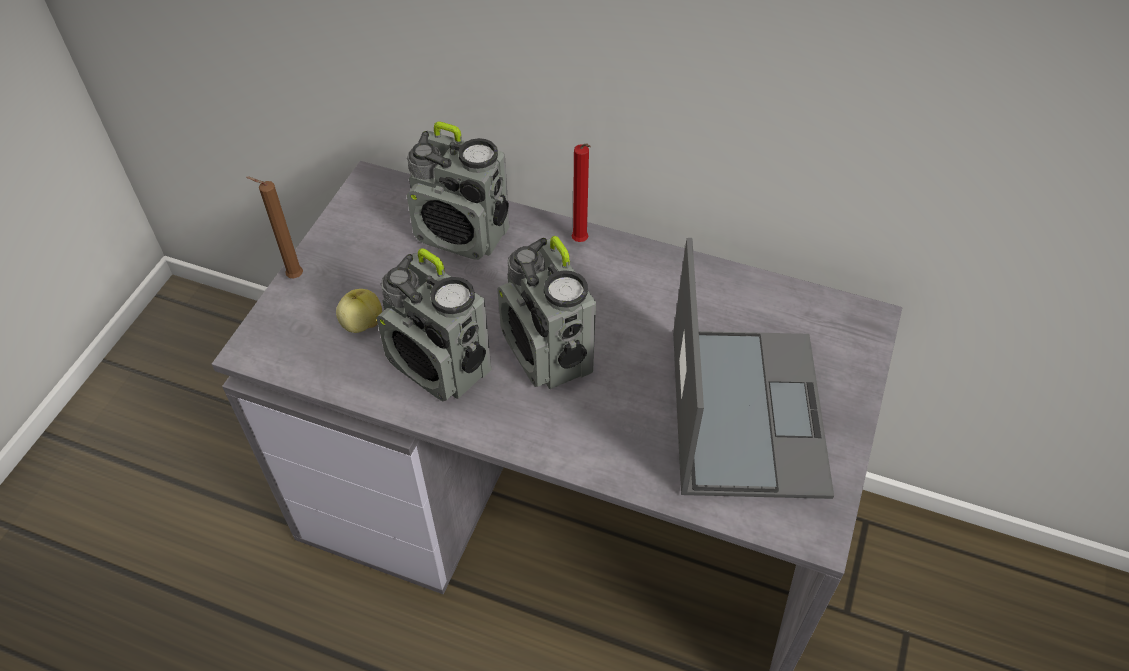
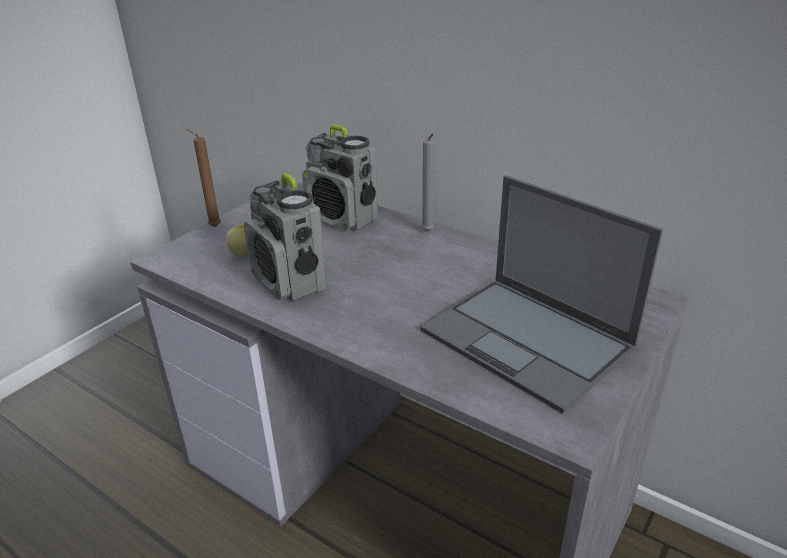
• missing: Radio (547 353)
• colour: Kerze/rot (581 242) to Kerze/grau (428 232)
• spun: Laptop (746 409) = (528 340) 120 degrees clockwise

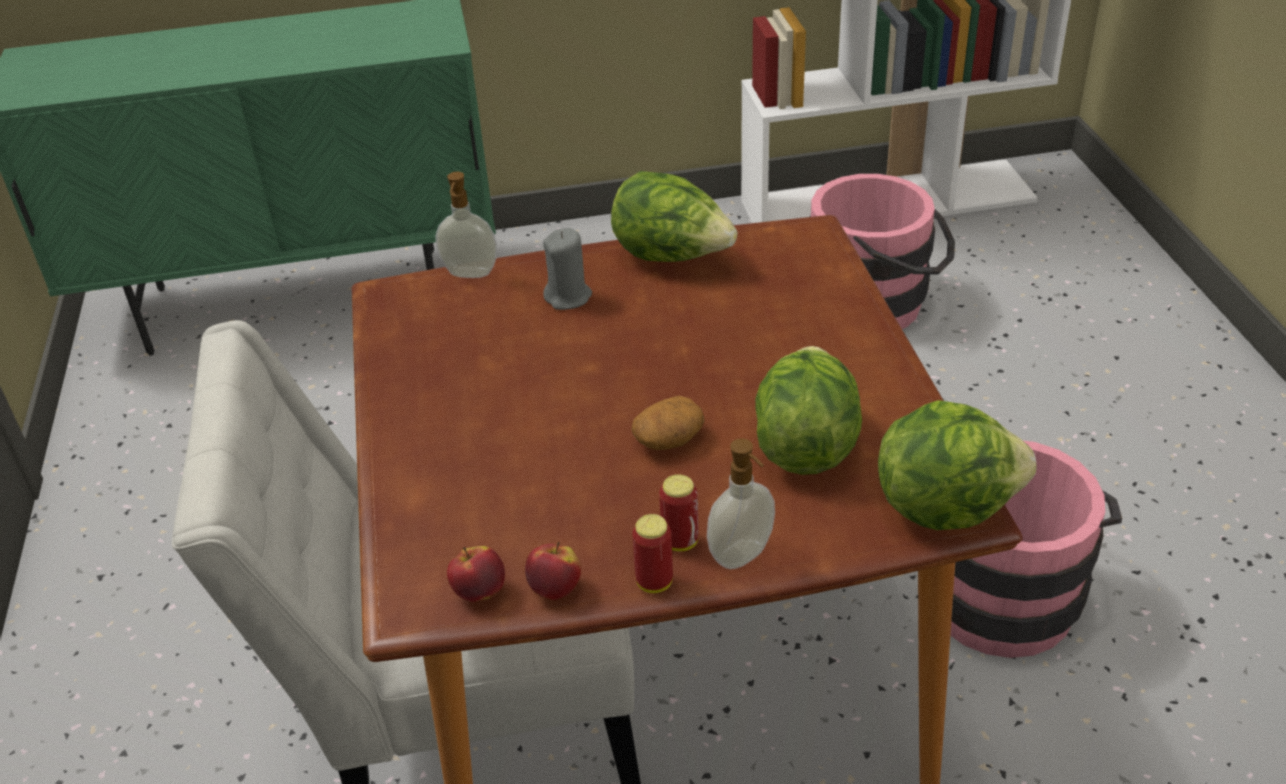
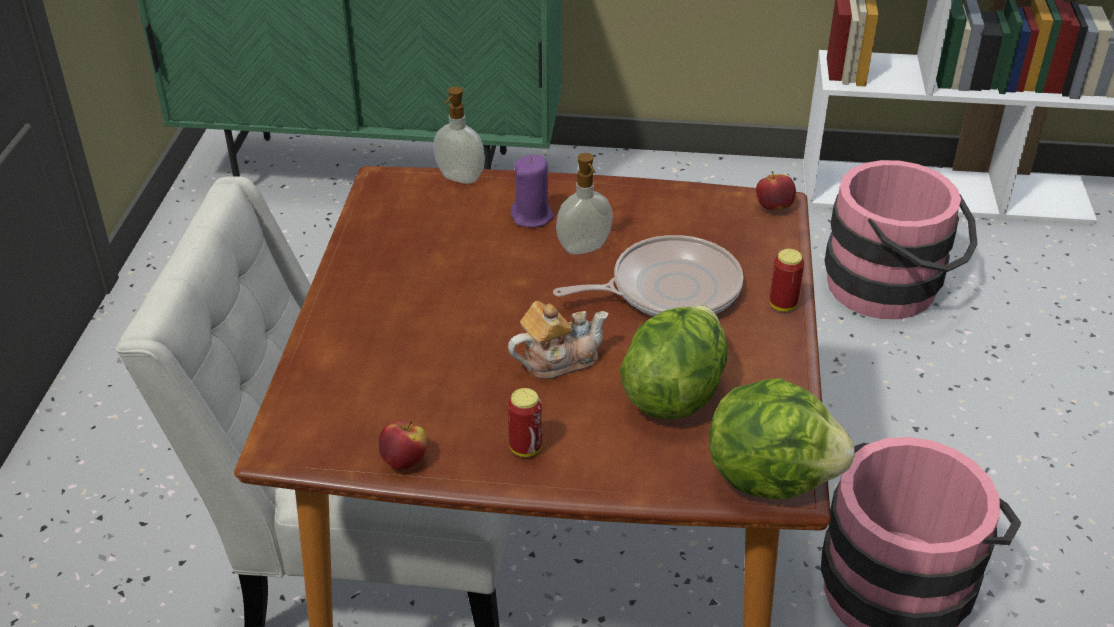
• relocated: Apfel (479 592) to (773 207)
• colour: Kerze/grau (568 297) to Kerze/lila (532 217)
• missing: Salatkopf (672 257)
• exchanged: Kartoffel (668 440) to Teekanne (558 360)
• relocated: Dose (654 582) to (783 305)
• relocated: Seifenspender (742 555) to (584 249)
• appeared: Pfanne (668 289)

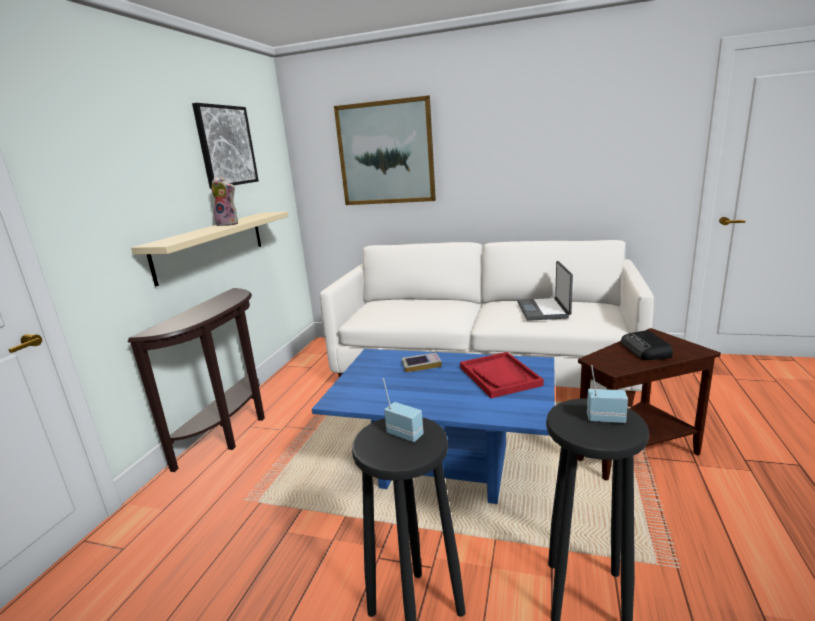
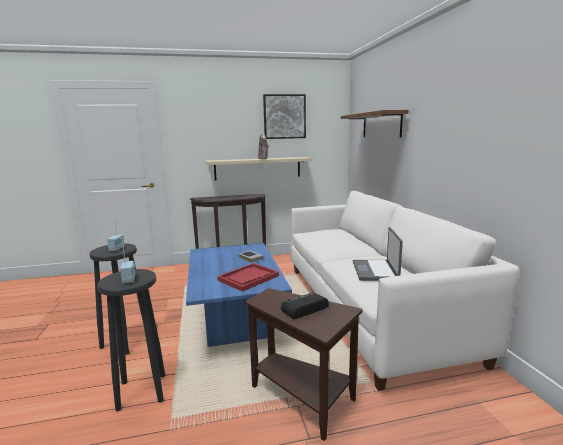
• exchanged: Bild (386 153) to Wandregal (381 125)
• spun: Laptop (544 310) = (375 271) 60 degrees counterclockwise

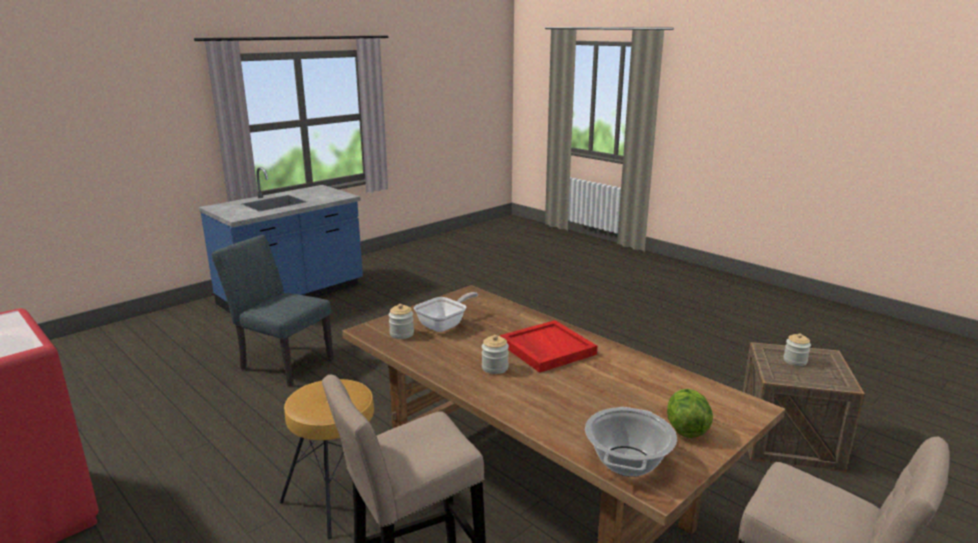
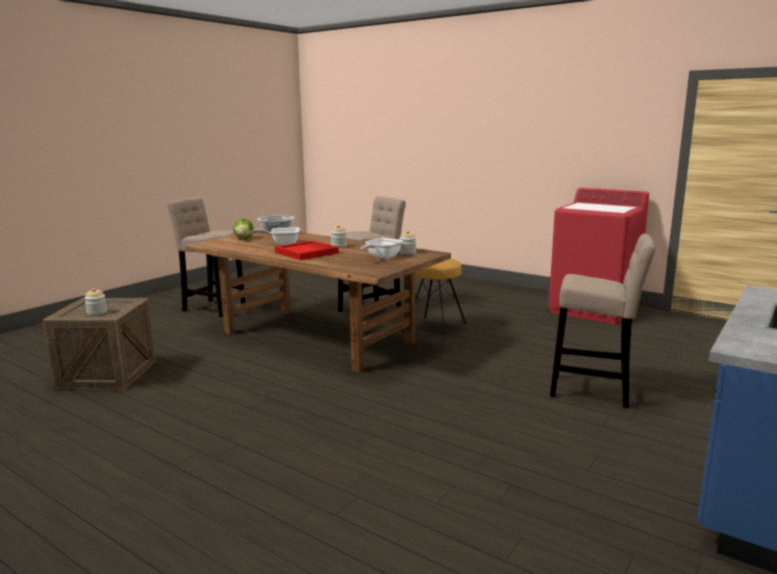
• exchanged: Stuhl/grau (282 362) to Hocker/beige (595 391)
• appeared: Pfanne (282 244)

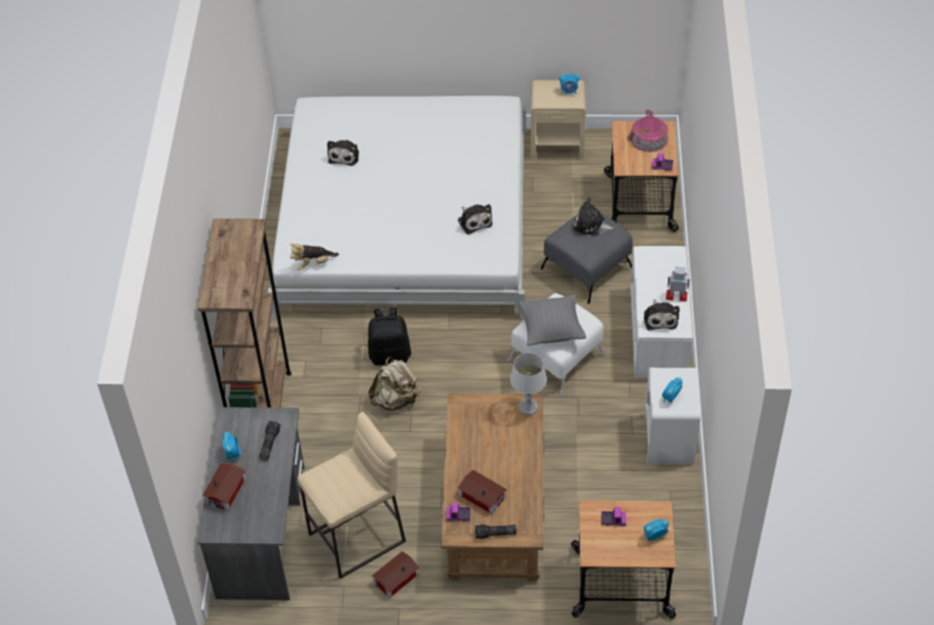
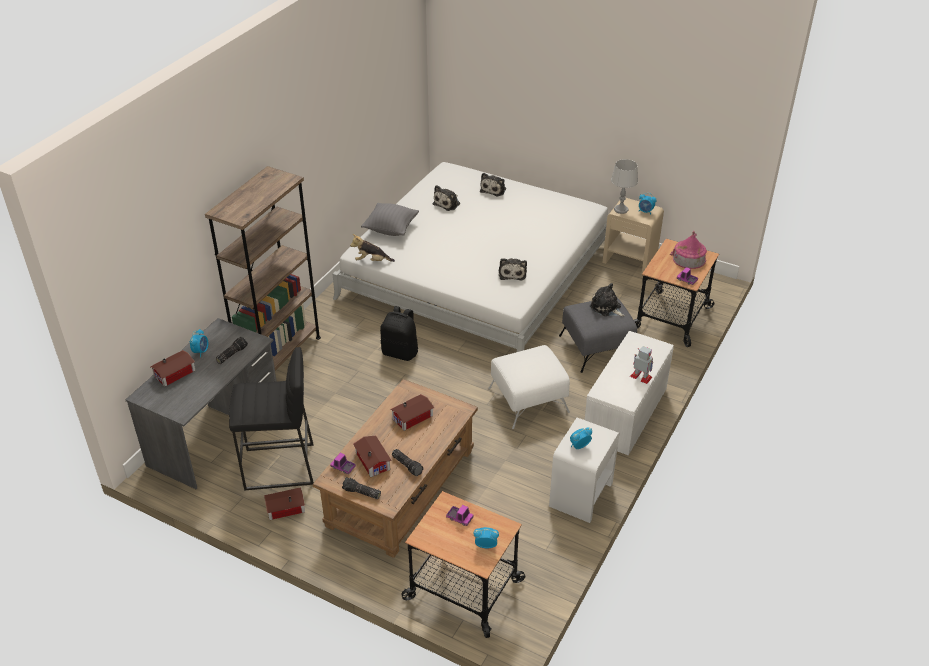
• colour: Hocker/beige (357 538) to Hocker/schwarz (279 467)
• missing: Rucksack/beige (396 399)
• relocated: Tischlampe/grau (528 407) to (620 209)
• relocated: Kissen/grau (551 330) to (391 229)
• relocated: Plüschtier (660 318) to (494 189)
• appeared: Spielzeughaus (414 417)
• appeared: Taschenlampe (407 465)

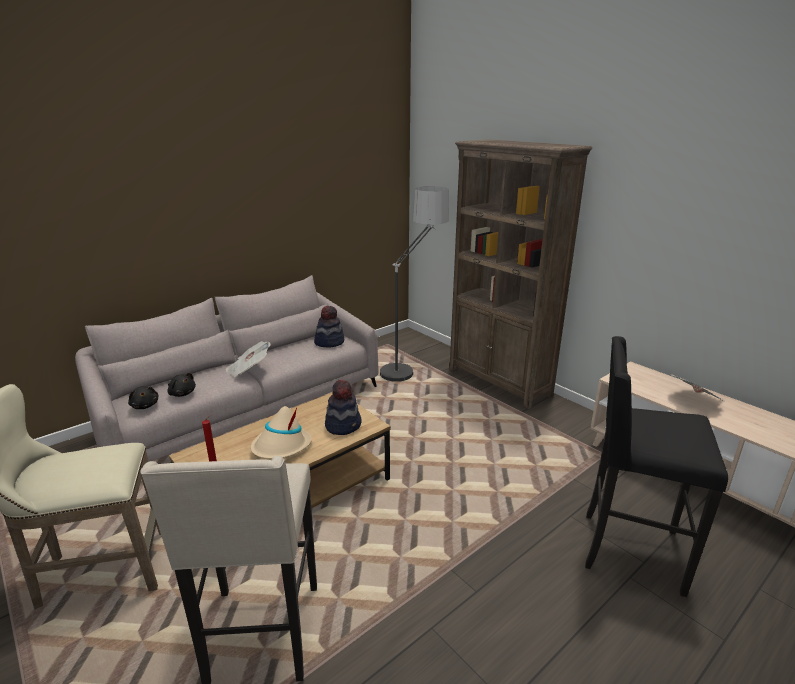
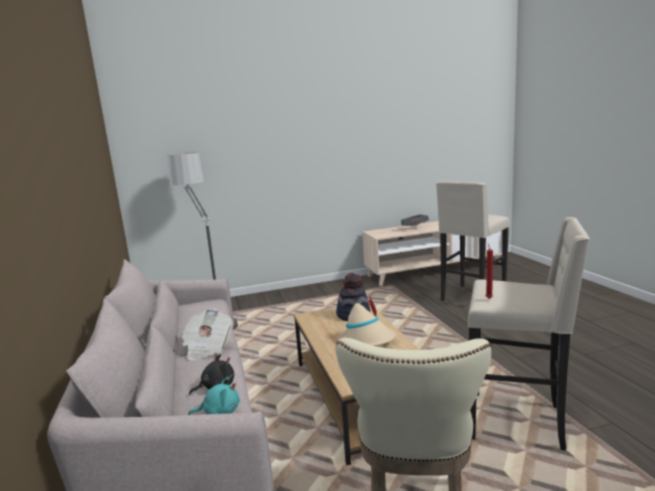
• colour: Plüschtier/schwarz (145 405) to Plüschtier/türkis (219 412)
• missing: Hut (329 342)
• missing: Bücherregal/braun (499 382)
• colour: Hocker/schwarz (628 550) to Hocker/beige (471 297)

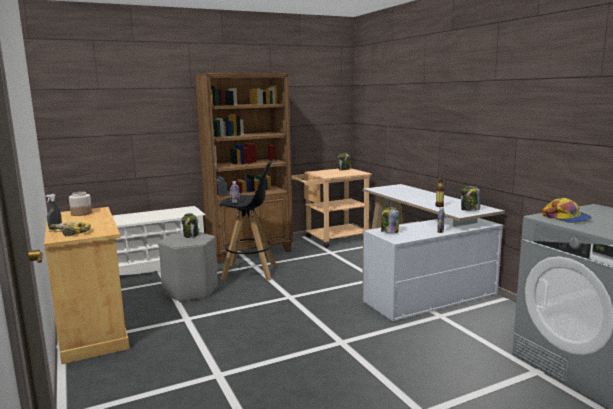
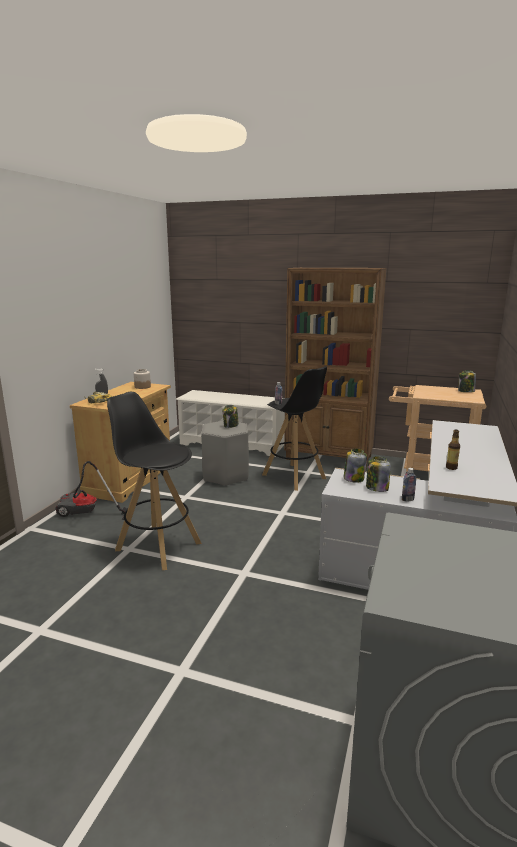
• relocated: Vorratsglas (469 210) to (376 488)
• missing: Kappe (566 218)
• appeared: Staubsauger (87 514)
• appeared: Hocker/schwarz (157 546)

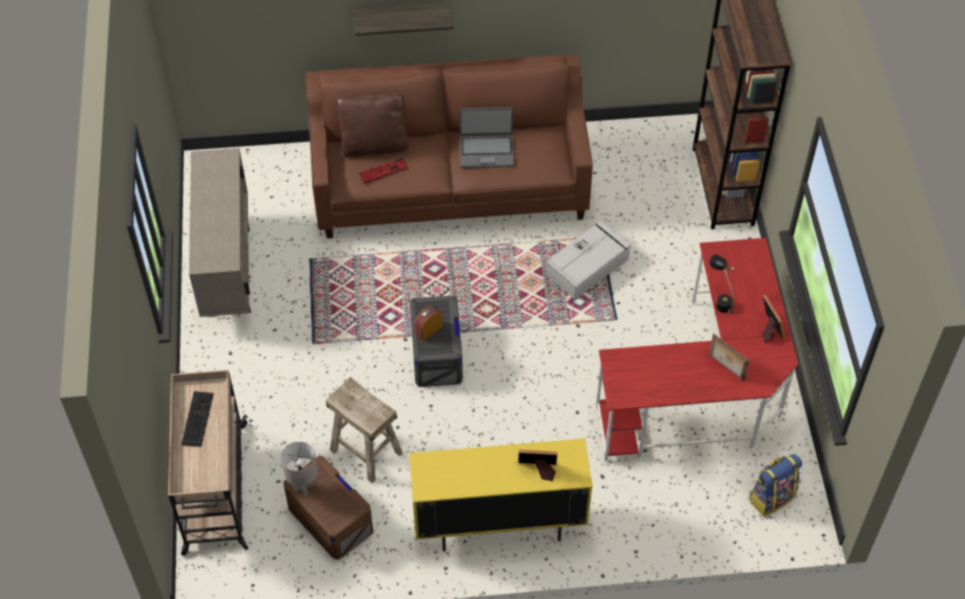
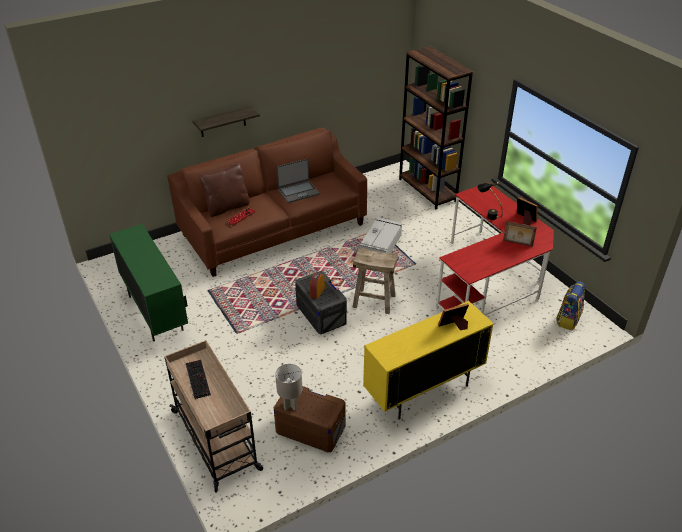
• colour: Schrank/beige (228 272) to Schrank/grün (155 313)
• relocated: Hocker/beige (365 451) to (373 301)

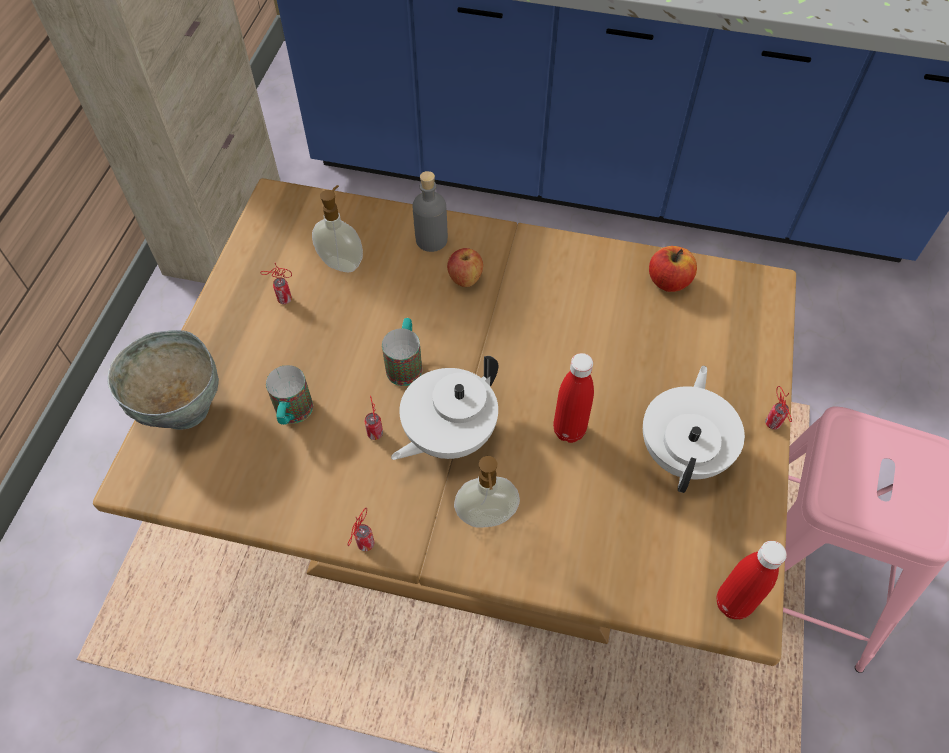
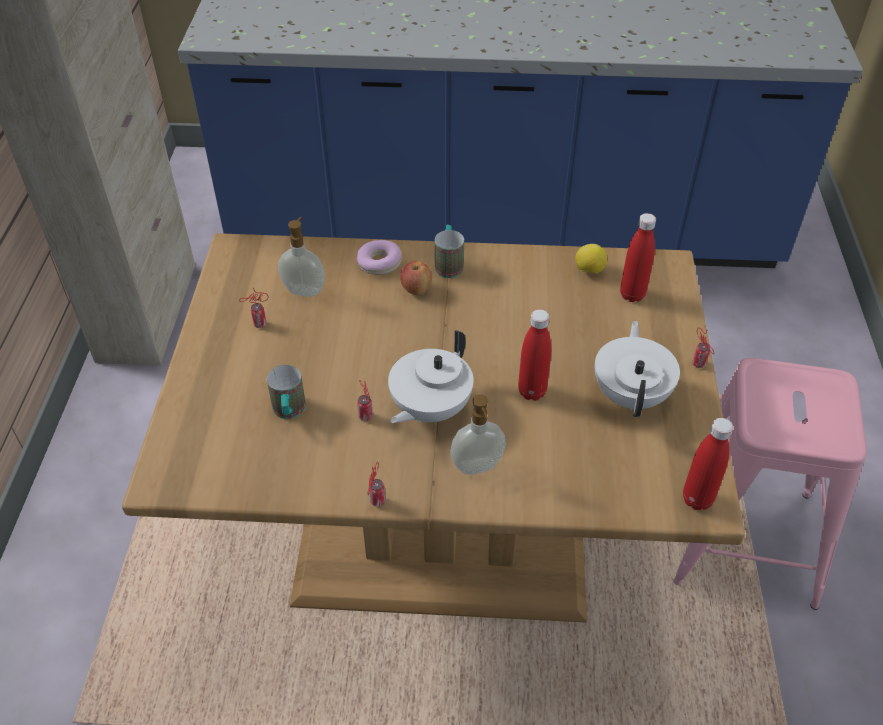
• missing: Schüssel/grau (183 410)
• relocated: Henkelbecher (405 363) to (448 264)
• exchanged: Flasche/grau (431 239) to Donut (379 263)
• exchanged: Apfel (668 281) to Zitrone (589 270)
• appeared: Flasche/rot (632 295)

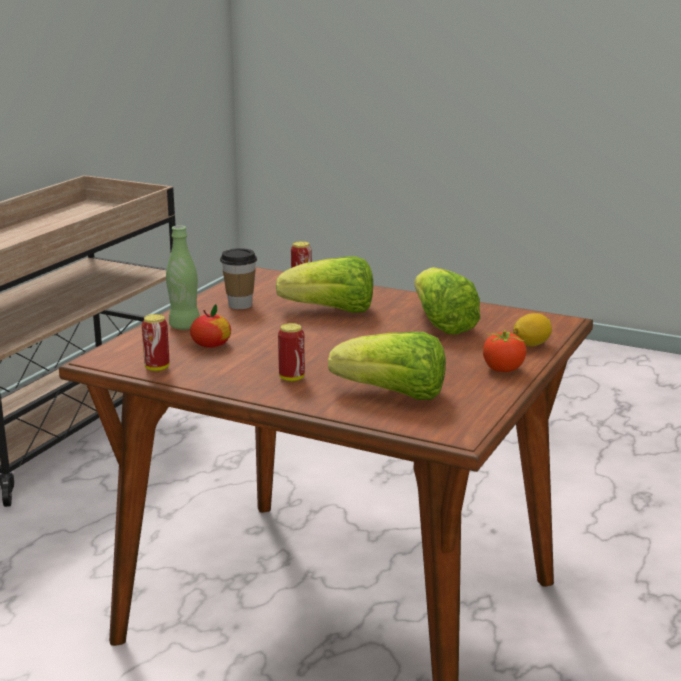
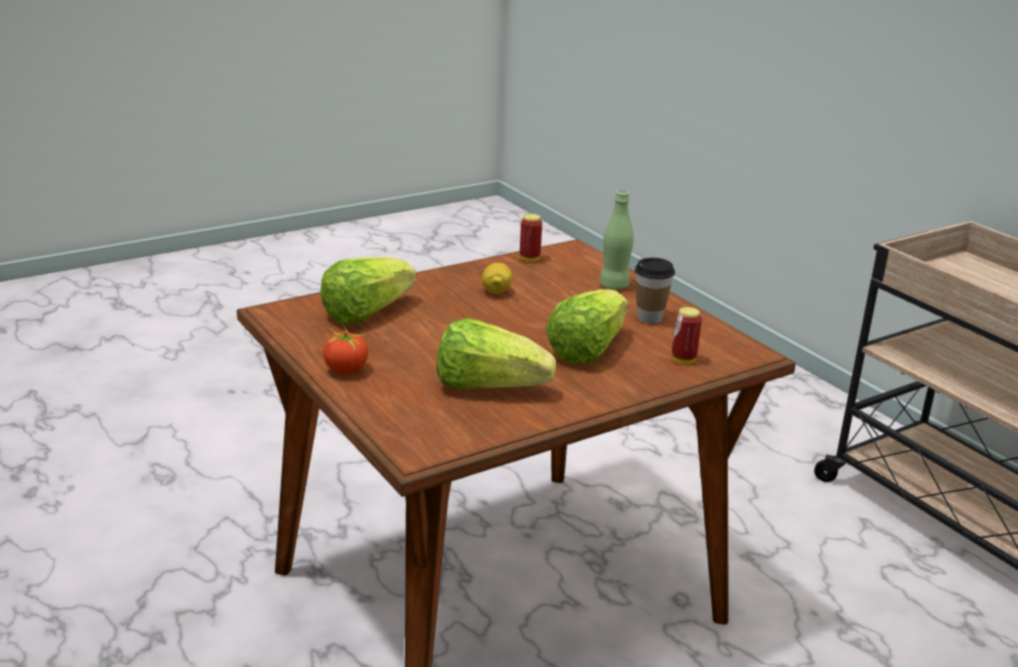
• missing: Apfel (211 344)
• missing: Dose (291 378)
• relocated: Zitrone (531 344) to (496 291)

